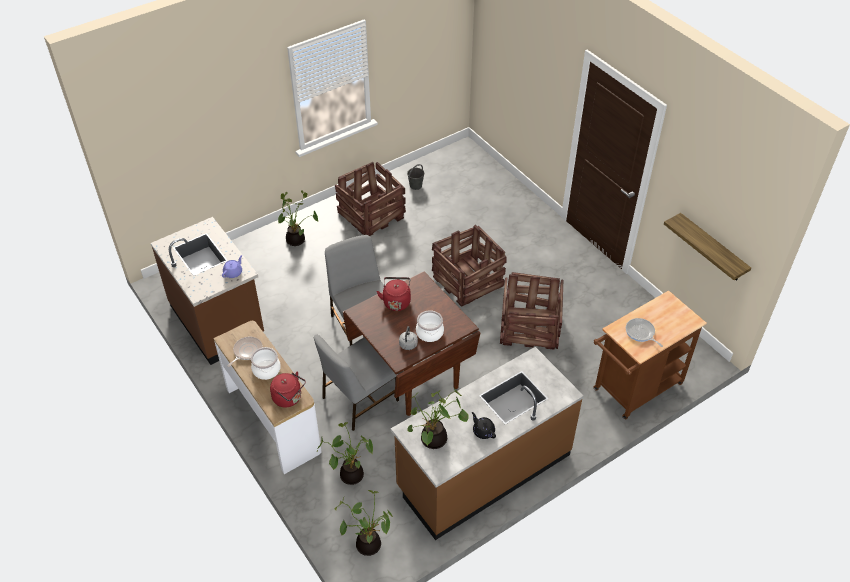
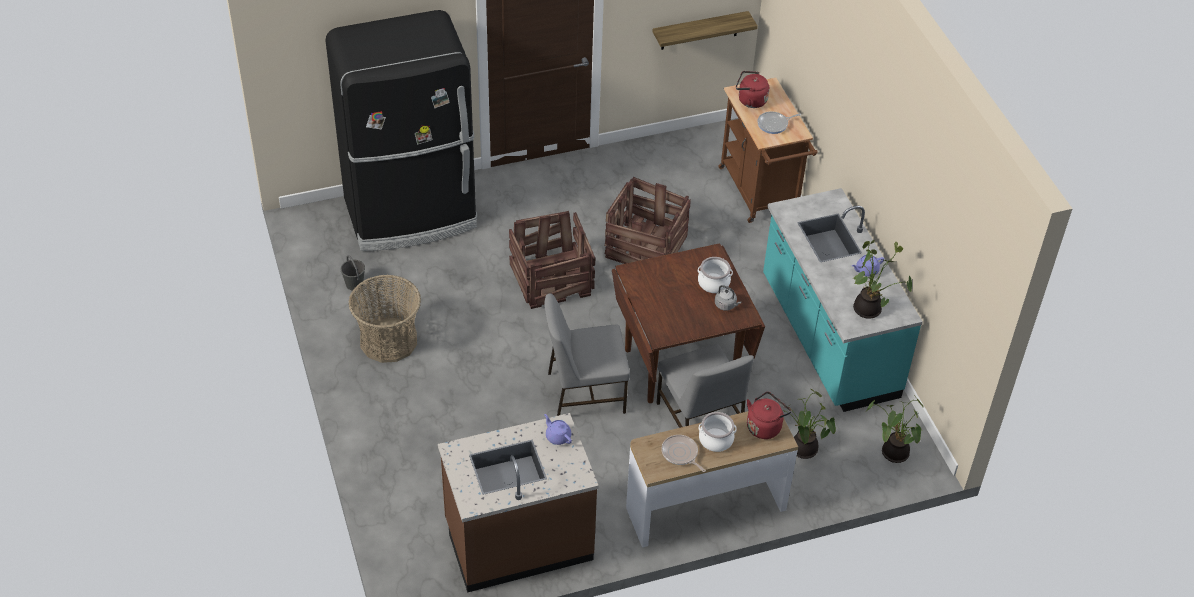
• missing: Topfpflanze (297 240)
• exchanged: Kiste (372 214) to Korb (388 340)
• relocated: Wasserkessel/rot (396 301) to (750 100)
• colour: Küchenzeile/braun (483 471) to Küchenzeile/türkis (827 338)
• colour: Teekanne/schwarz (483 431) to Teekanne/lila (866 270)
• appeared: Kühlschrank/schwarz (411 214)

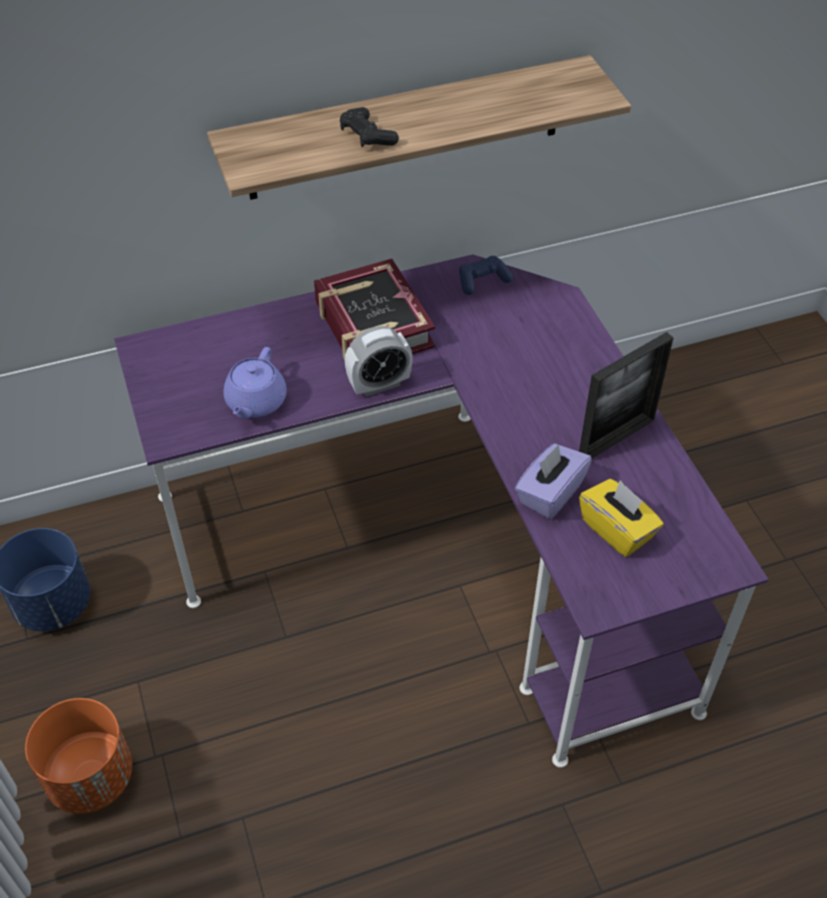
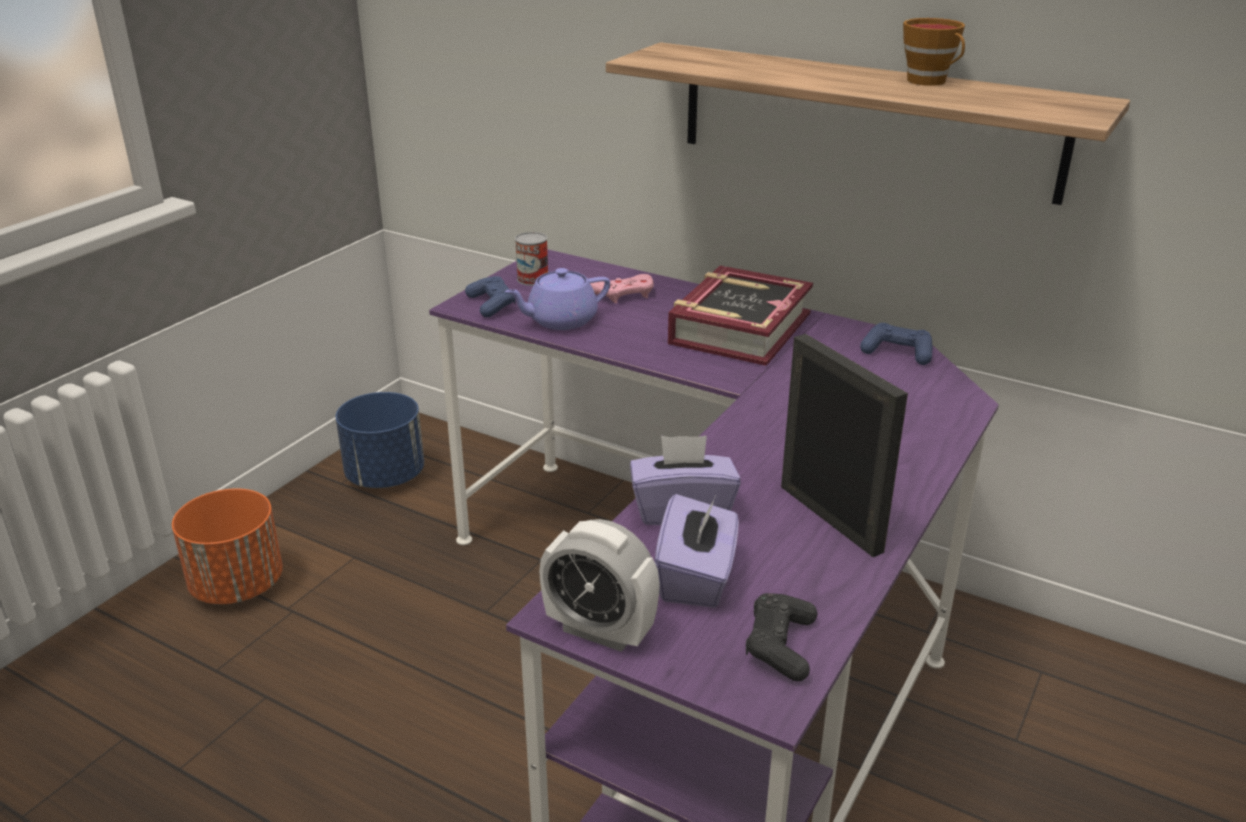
• relocated: Gamepad/schwarz (367 136) to (780 646)
• relocated: Wecker (379 384) to (599 631)
• spun: Bilderrahmen (616 438) = (830 518) 135 degrees counterclockwise
• colour: Taschentuchbox/gelb (617 529) to Taschentuchbox/lila (696 578)
• appeared: Gamepad/blau (491 304)
• appeared: Dose (532 279)
• appeared: Gamepad/rosa (624 294)
• appeared: Tasse (930 82)

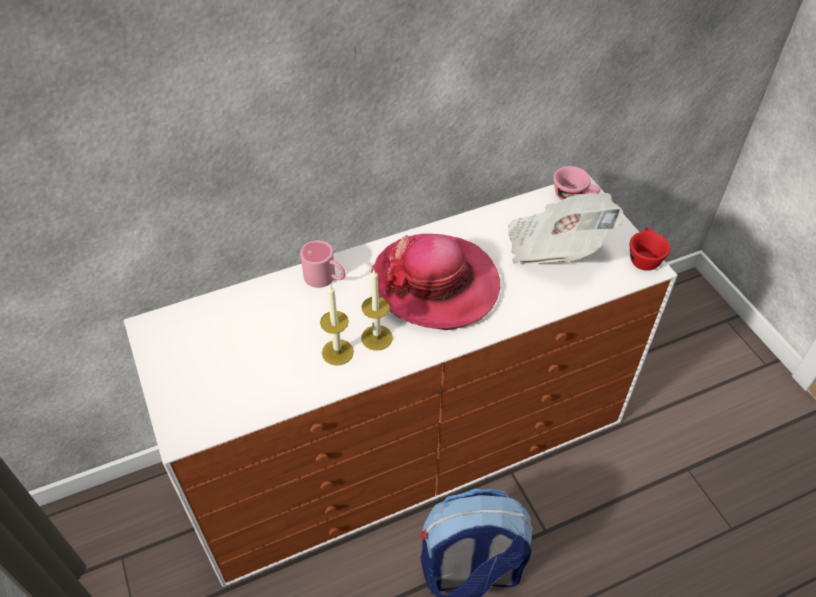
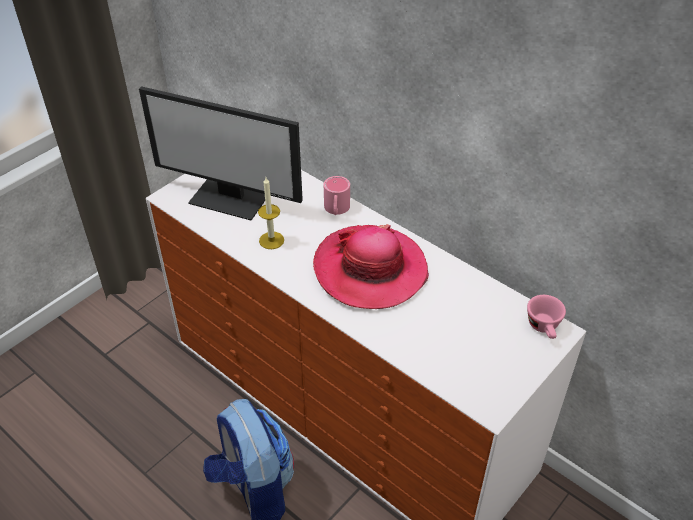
• missing: Kerze (377 337)
• missing: Zeitung (555 248)
• missing: Tasse/rot (643 257)
• appeared: Monitor (231 198)

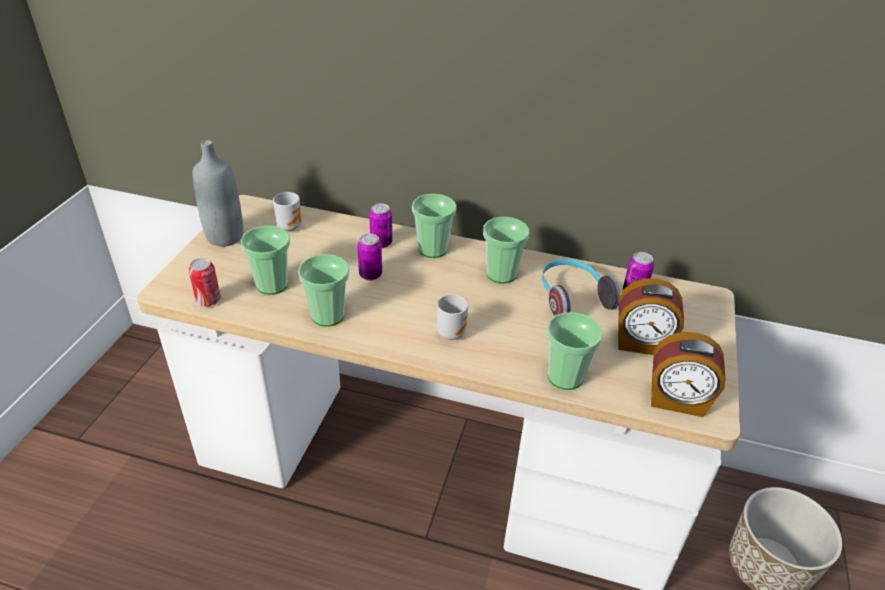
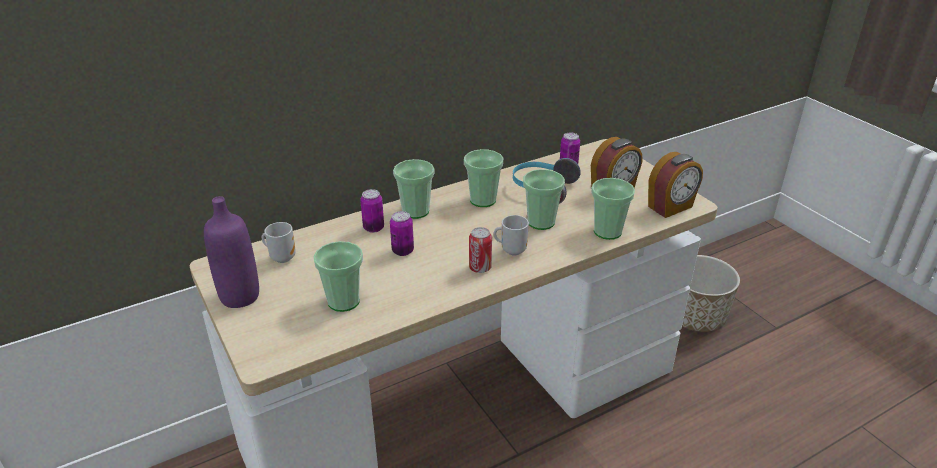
• relocated: Dose (208 301) to (480 268)
• colour: Flasche/grau (225 237) to Flasche/lila (240 296)
• relocated: Tasse (328 315) to (541 222)

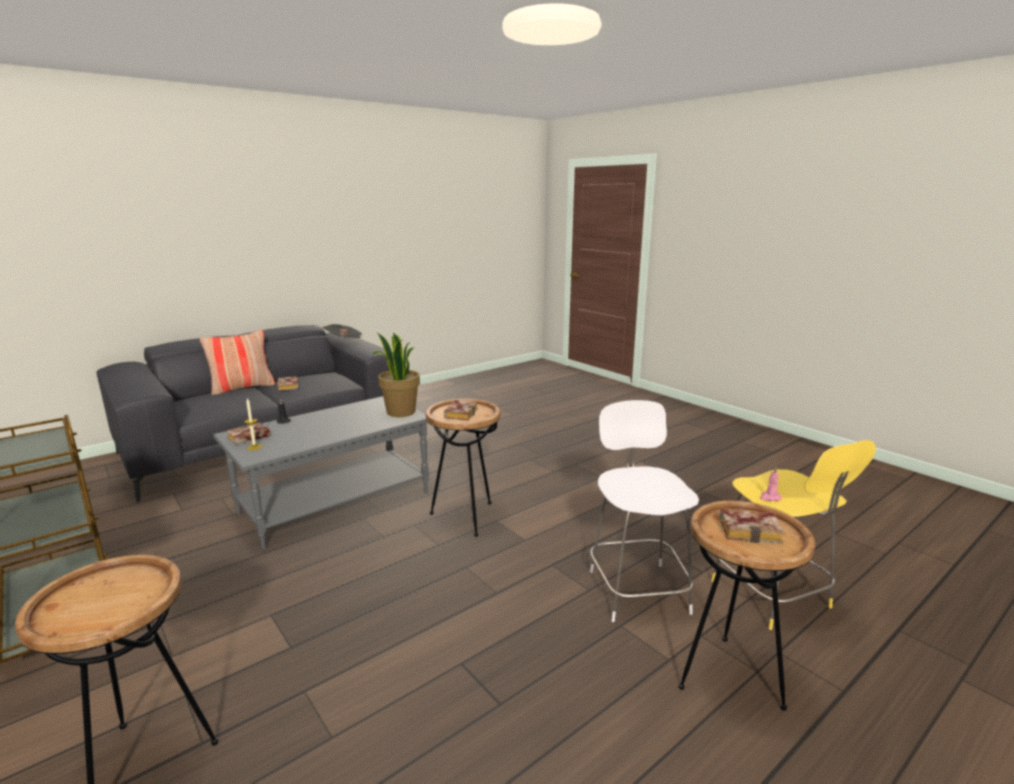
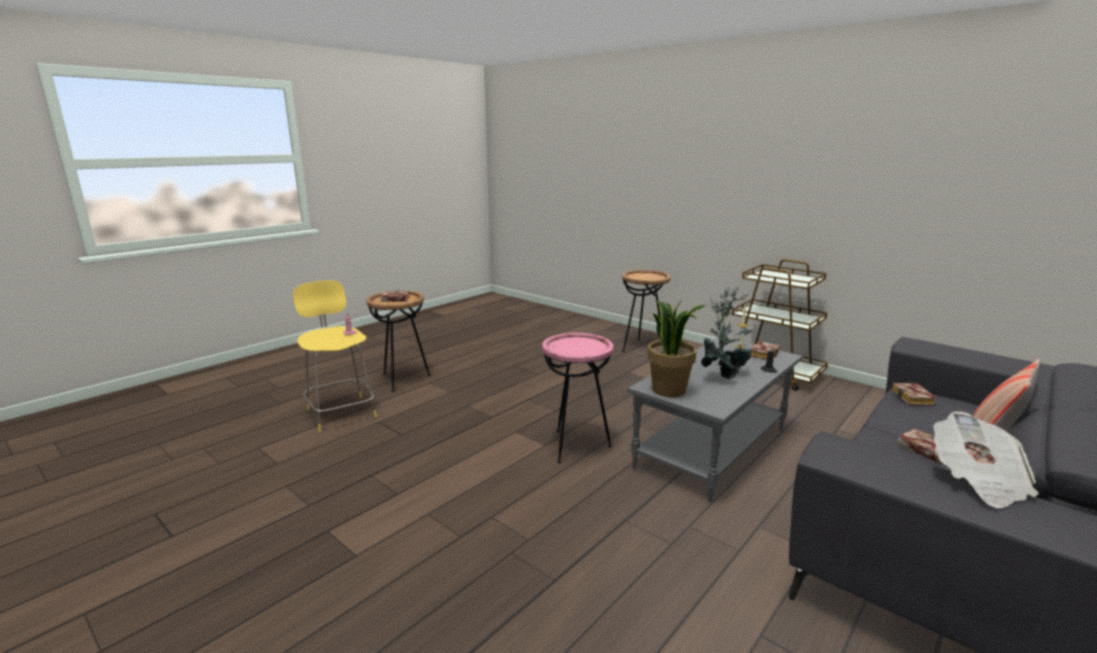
• colour: Beistelltisch/braun (465 517) to Beistelltisch/rosa (575 446)
• relocated: Buch (460 413) to (914 398)
• missing: Hocker/weiß (636 589)
• appeared: Topfpflanze (722 375)

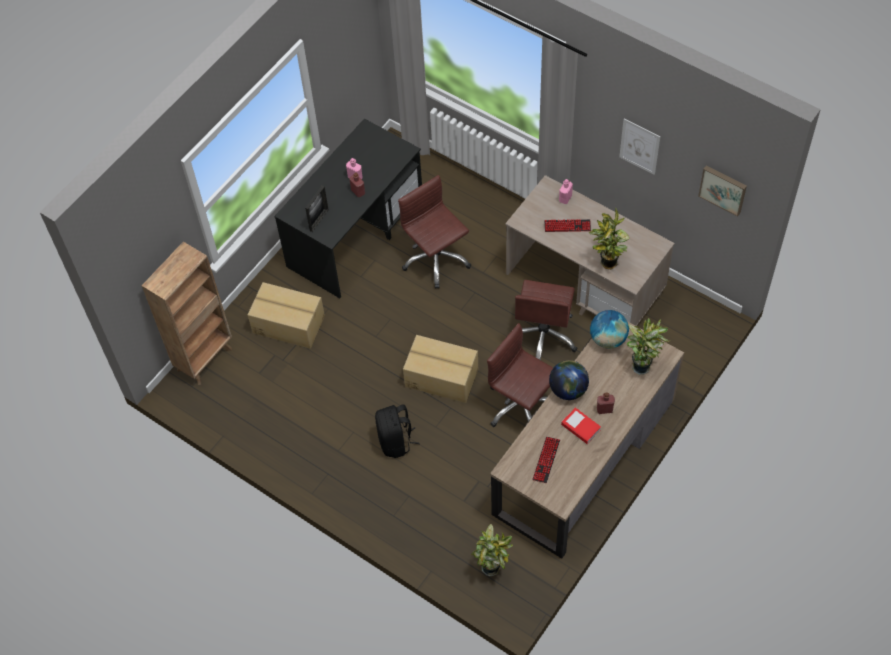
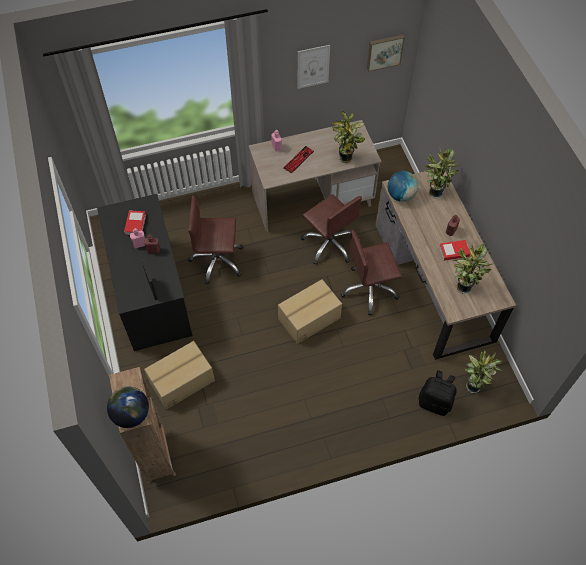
• relocated: Rucksack/schwarz (396 441) to (435 402)
• exchanged: Tastatur (546 460) to Topfpflanze (463 286)
• relocated: Globus (568 389) to (131 414)
• appeared: Buch (135 224)

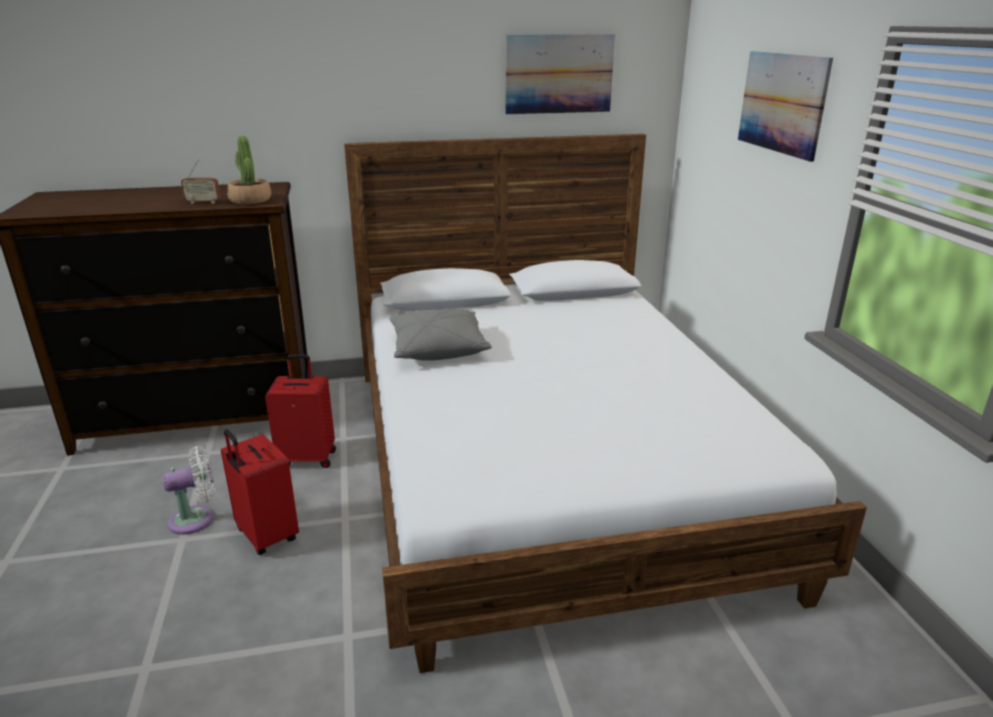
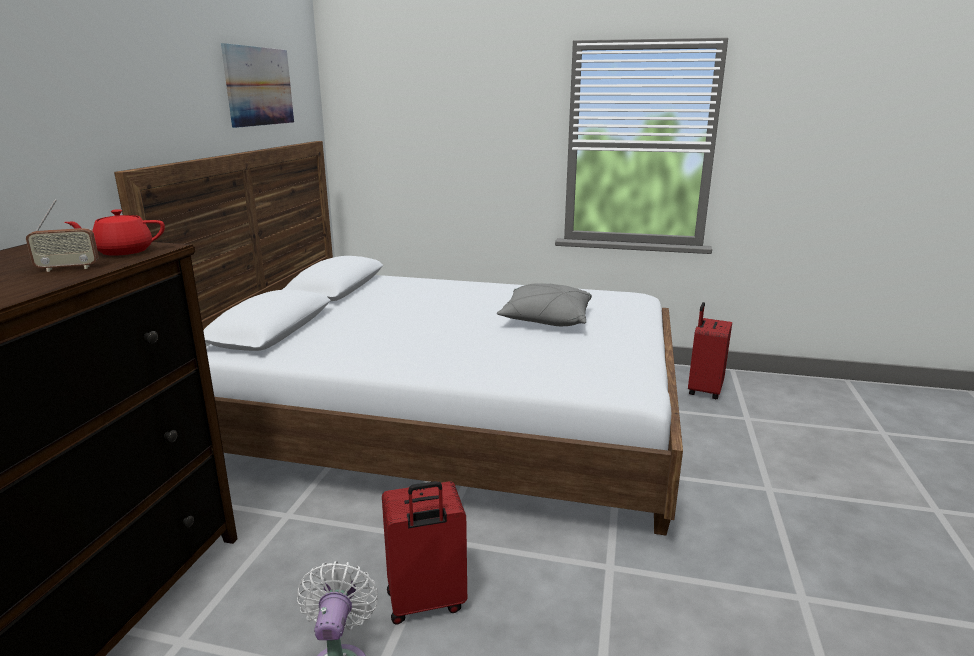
• spun: Radio (203 202) = (68 268) 45 degrees clockwise
• exchanged: Topfpflanze (250 200) to Teekanne/rot (123 251)
• relocated: Koffer/rot (308 458) to (703 390)
• relocated: Kissen/grau (438 349) to (546 320)
• missing: Bild (782 103)

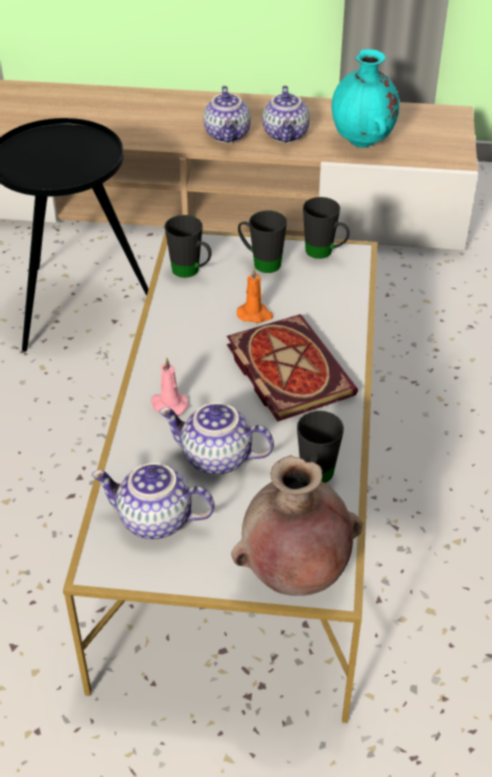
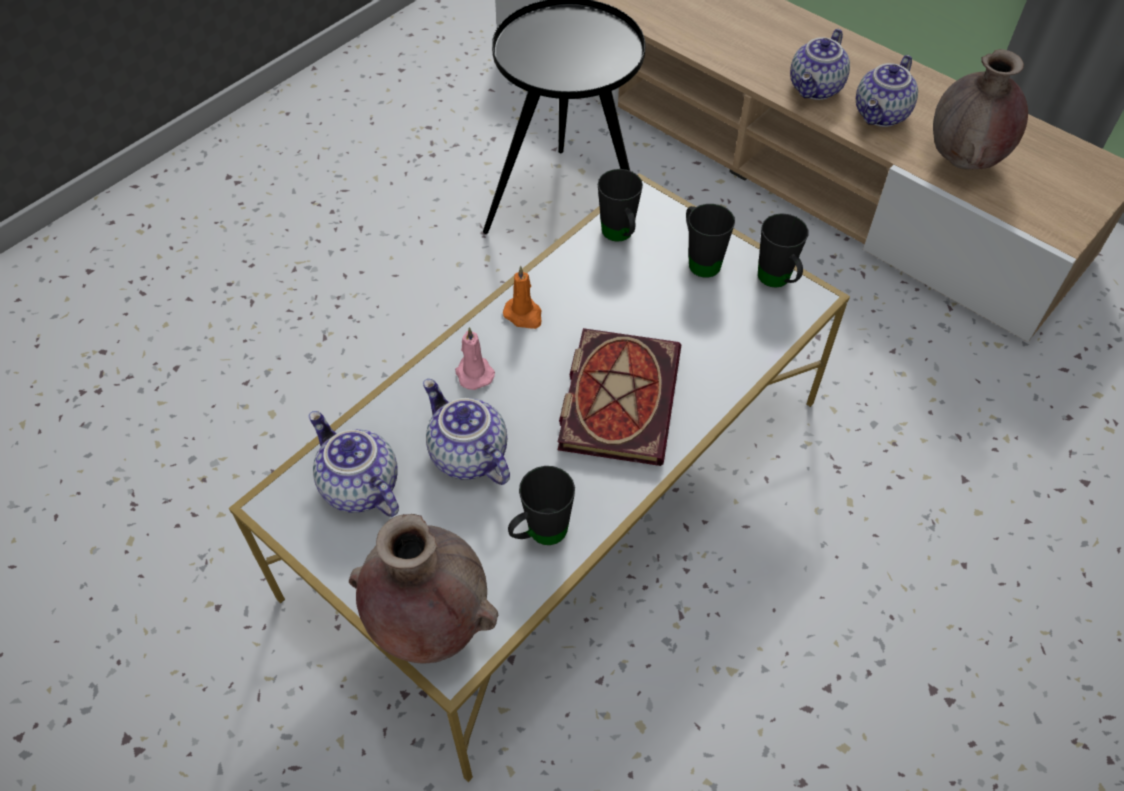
• relocated: Kerze/orange (255 314) to (524 315)
• colour: Vase/türkis (362 142) to Vase/braun (963 161)

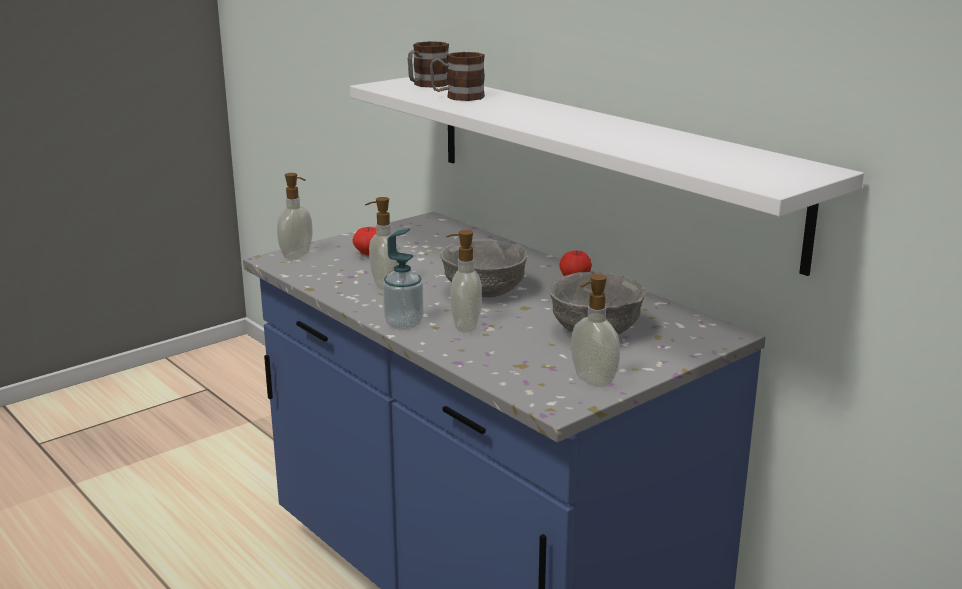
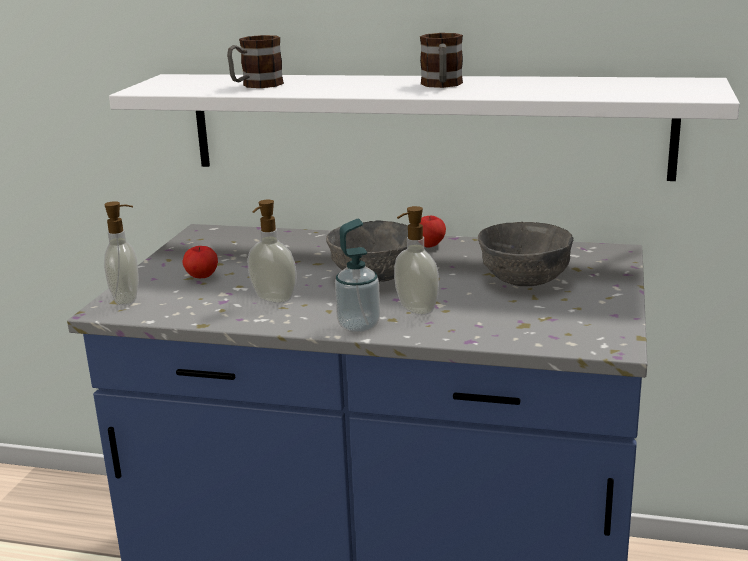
• relocated: Henkelbecher (426 85) to (442 85)
• missing: Seifenspender (592 380)

